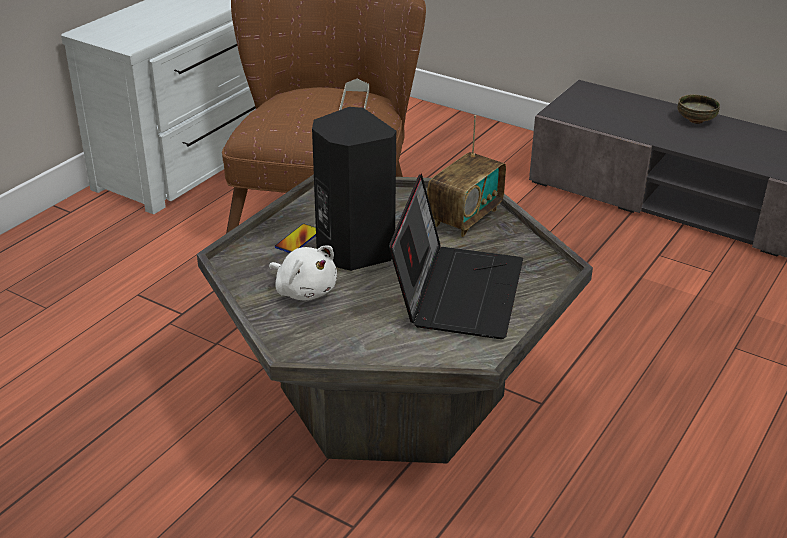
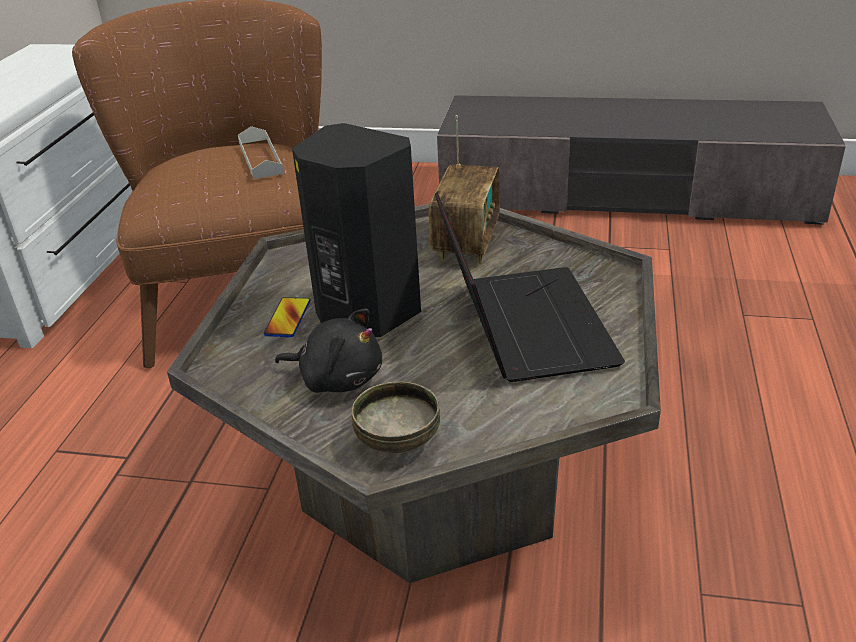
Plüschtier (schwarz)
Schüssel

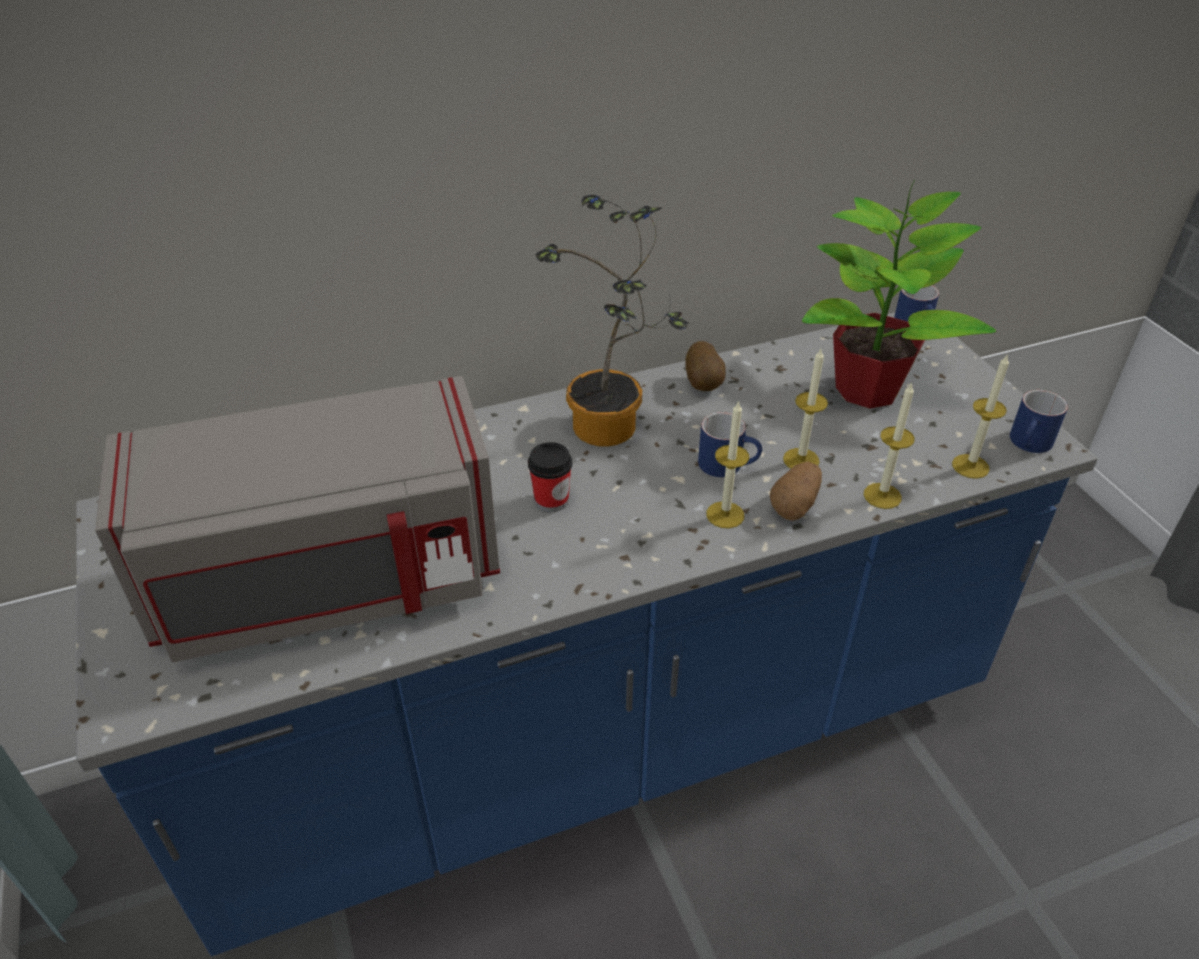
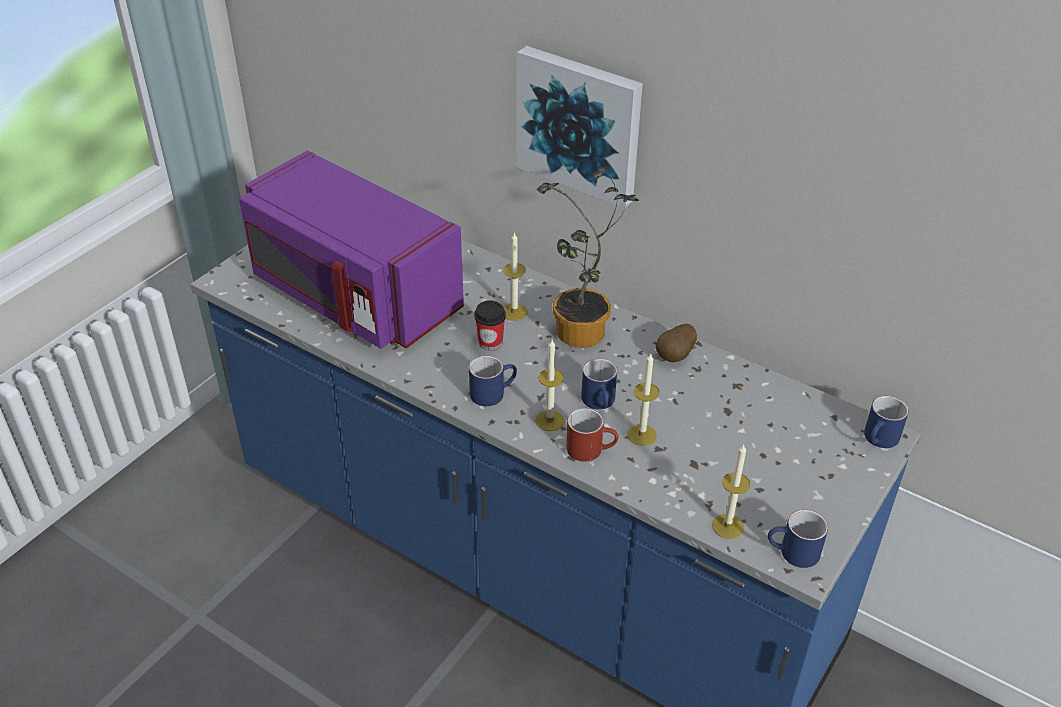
Mikrowelle (lila)
Henkelbecher (rot)
Topfpflanze (no. 2 from left in the first image)
Kerze (no. 1 from left)
Henkelbecher (blau) (no. 1 from left)
Bild

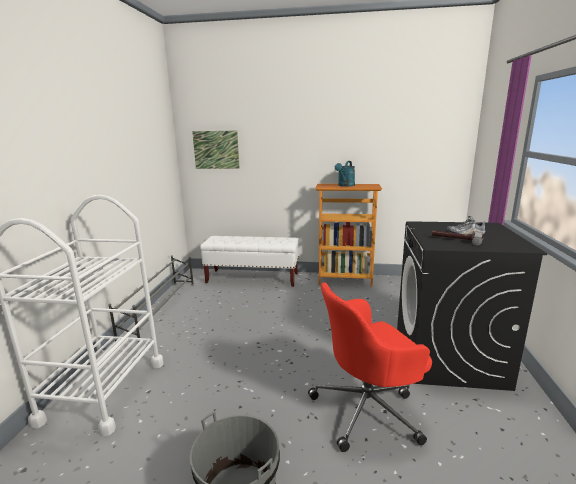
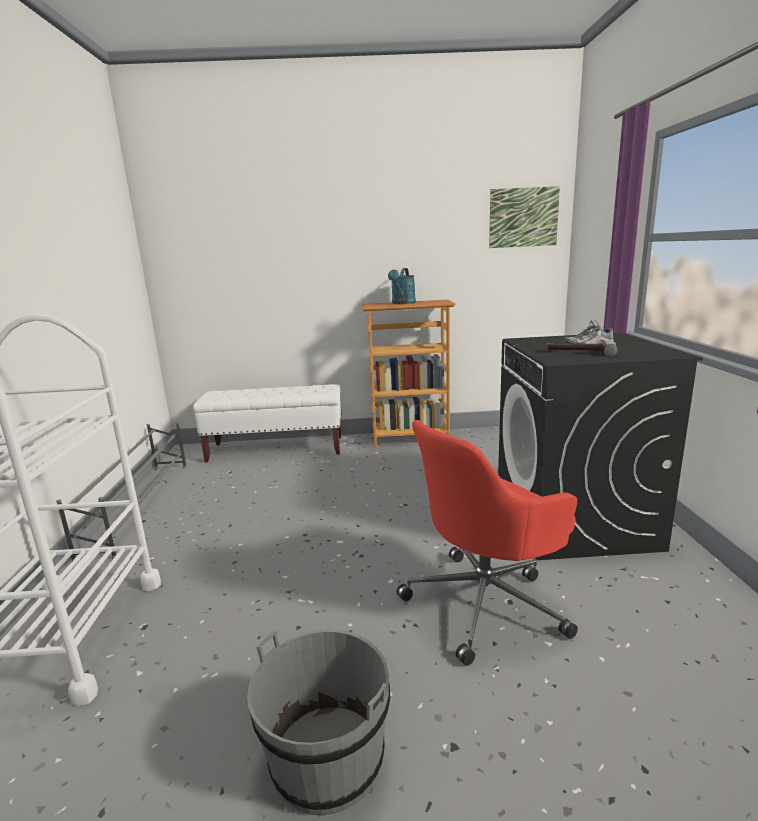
Bild

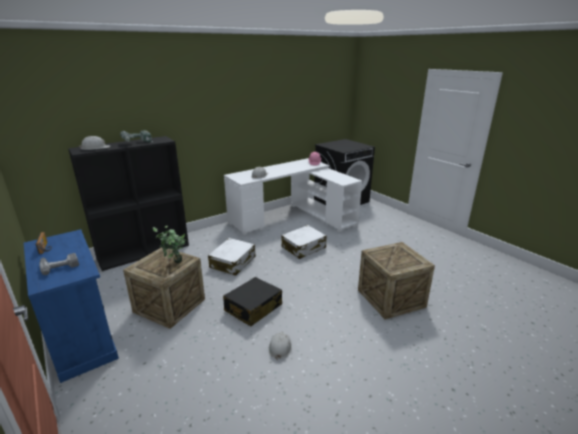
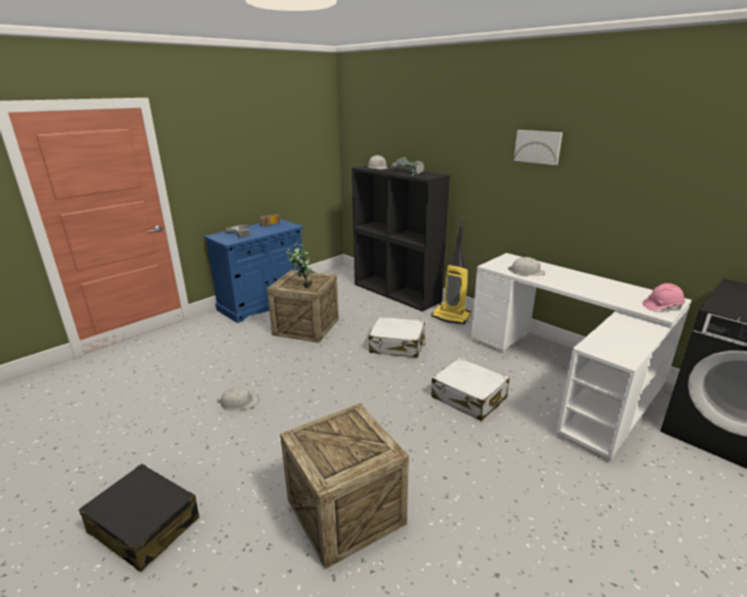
Koffer (schwarz)
Staubsauger
Bild

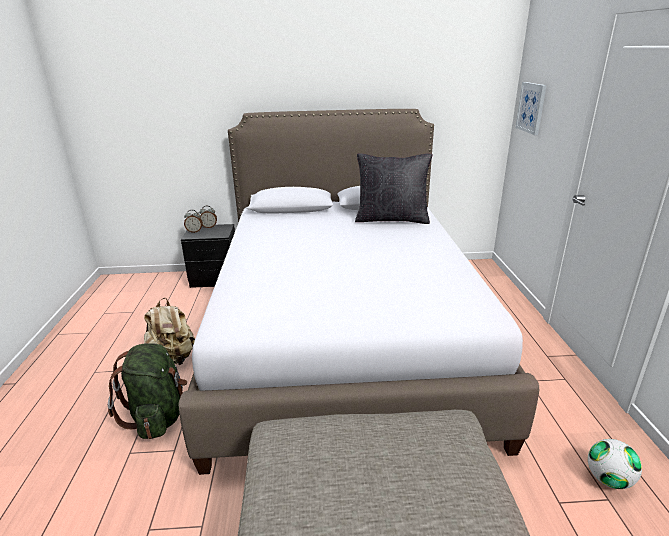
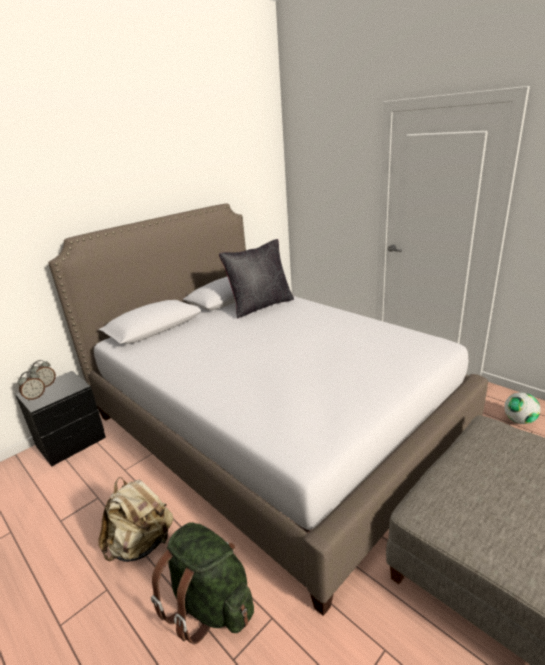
Bild

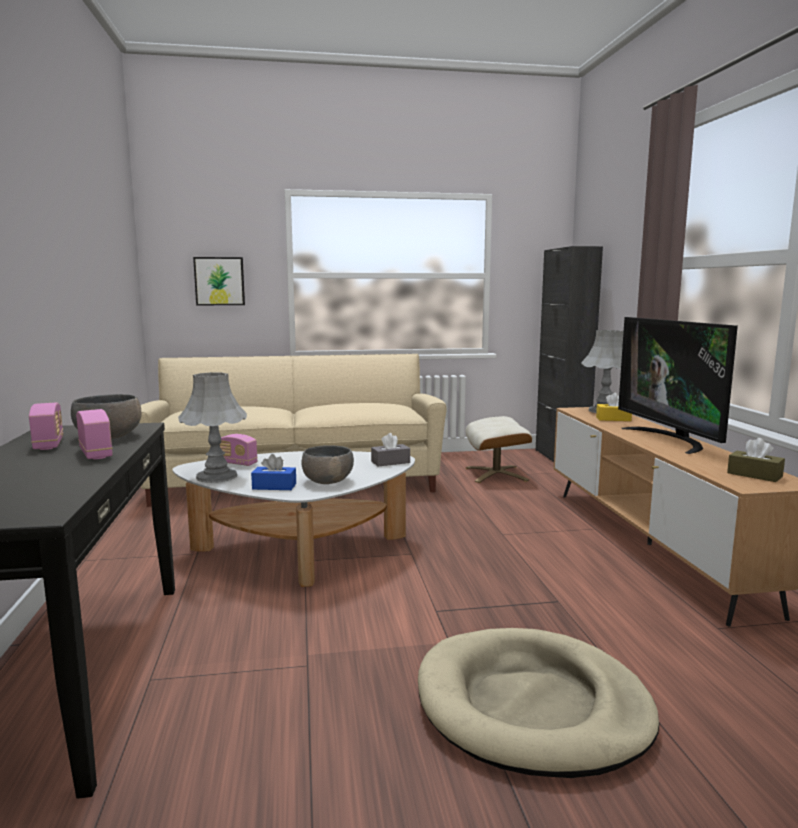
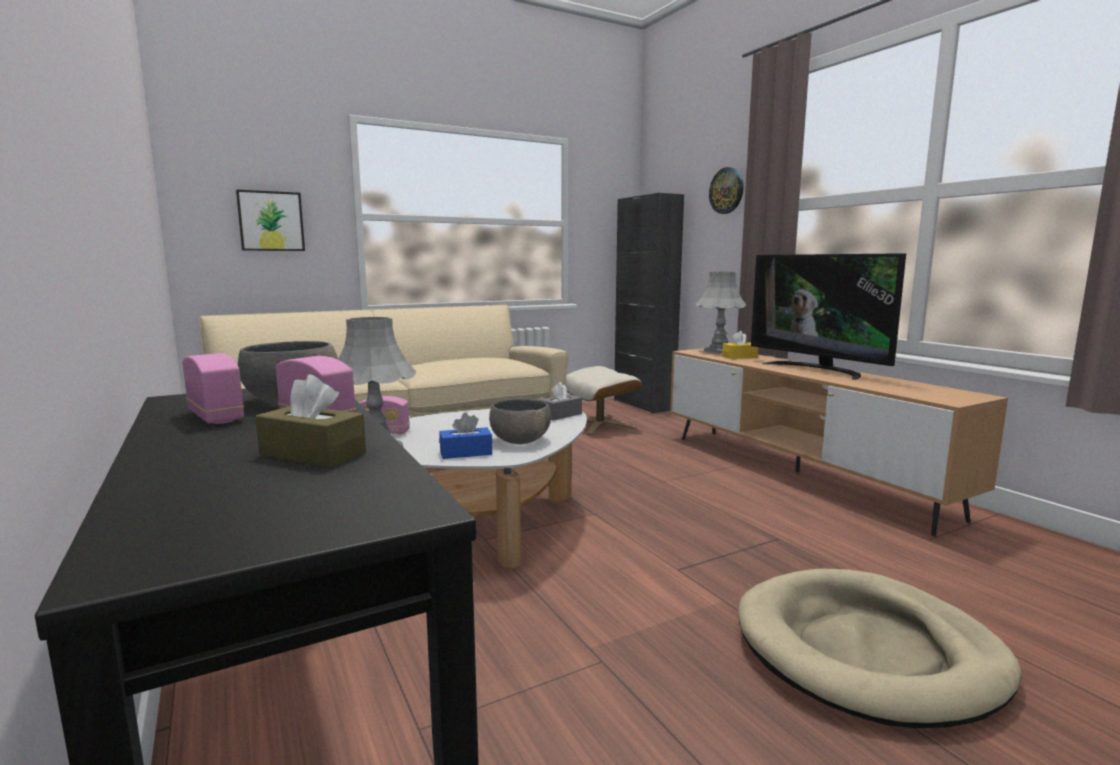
Taschentuchbox (braun)
Wanduhr

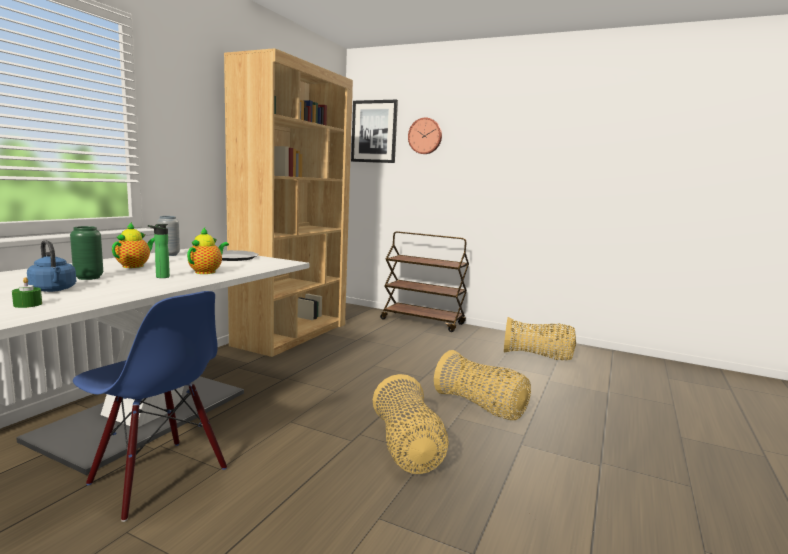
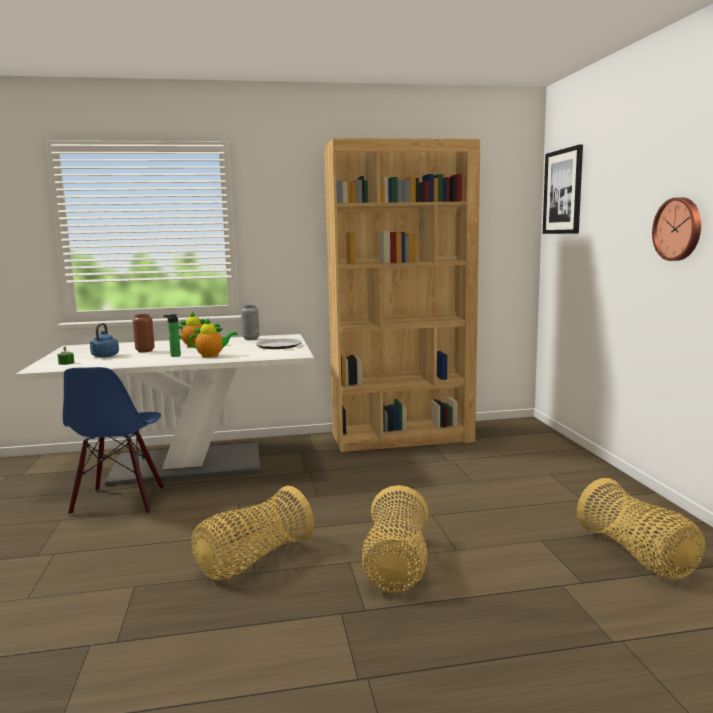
Vase (braun)
Rollwagen (braun)
Wanduhr

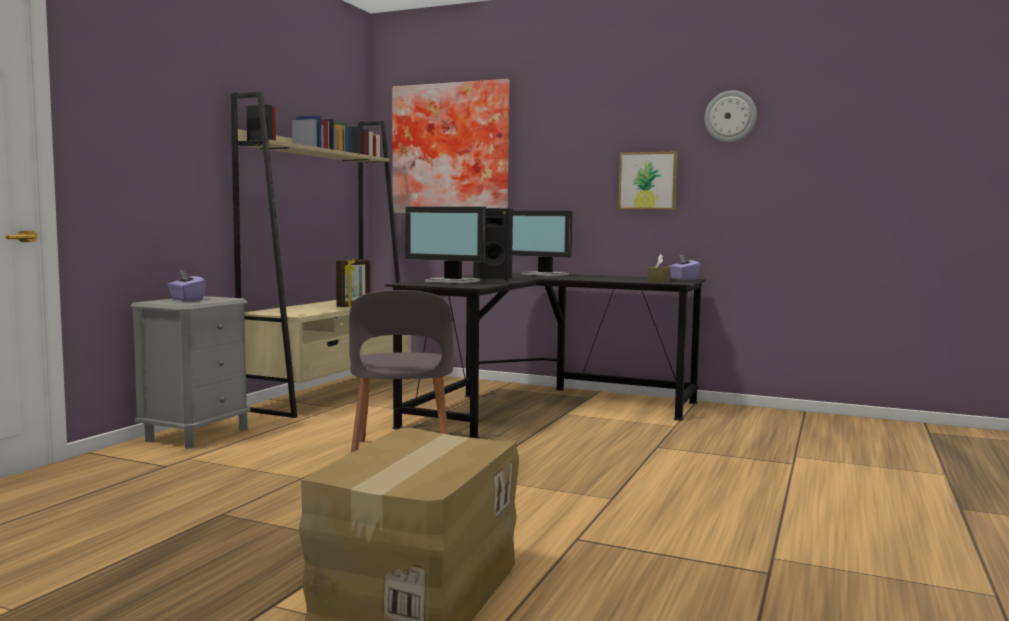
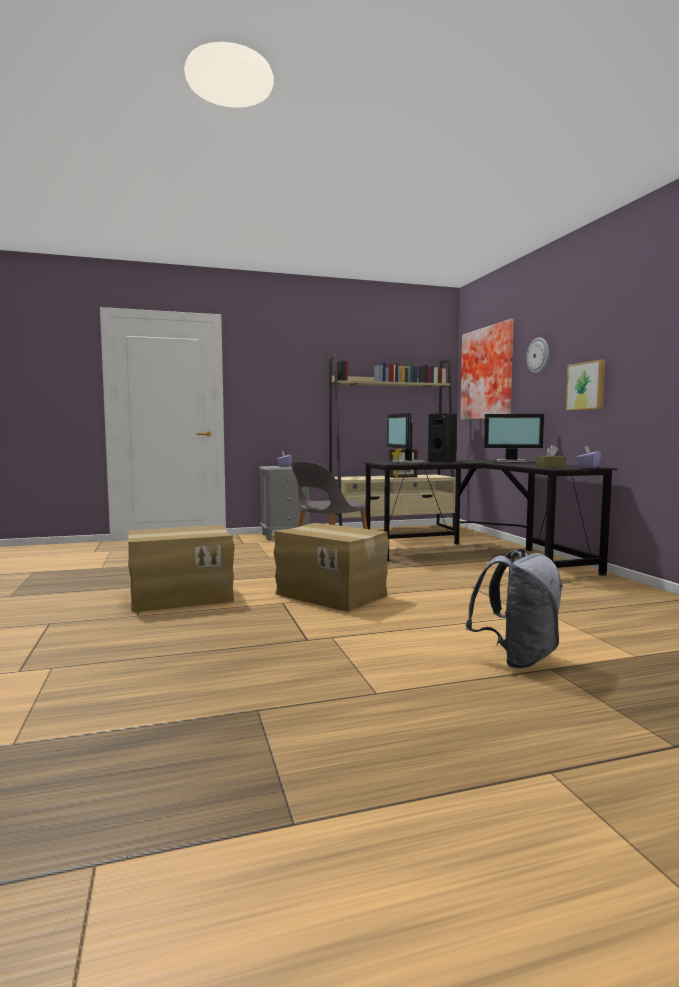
Monitor (no. 2 from left)
Wanduhr
Karton (no. 2 from left)
Rucksack (grau)

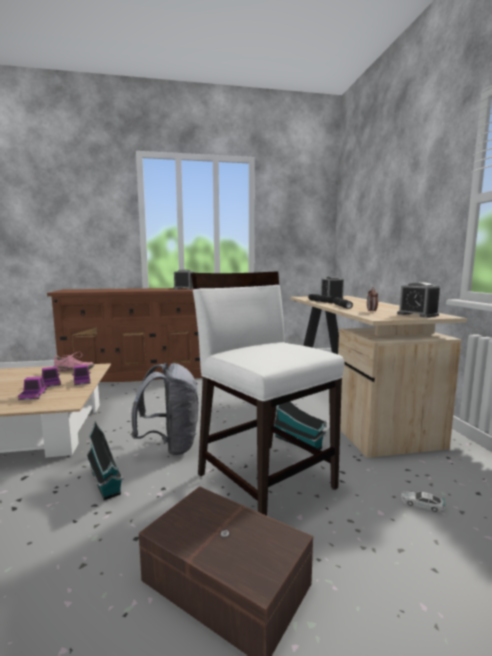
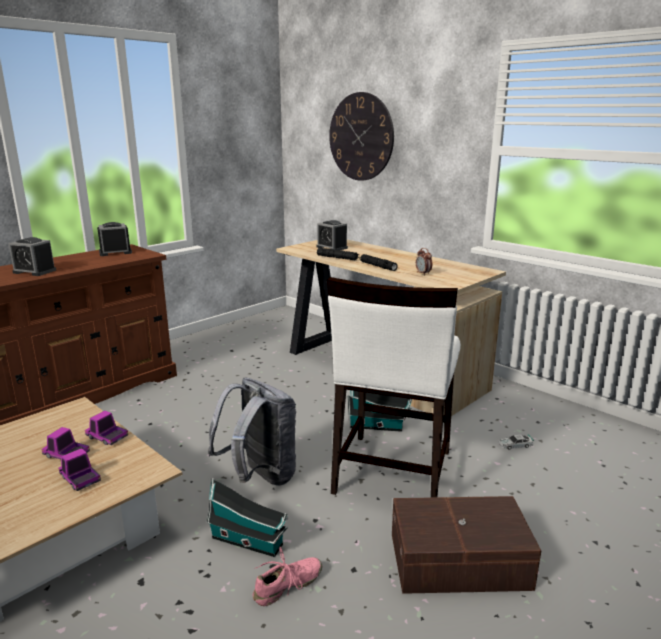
Schuh (rosa)
Stuhl (weiß)
Wecker (no. 1 from left)
Wanduhr

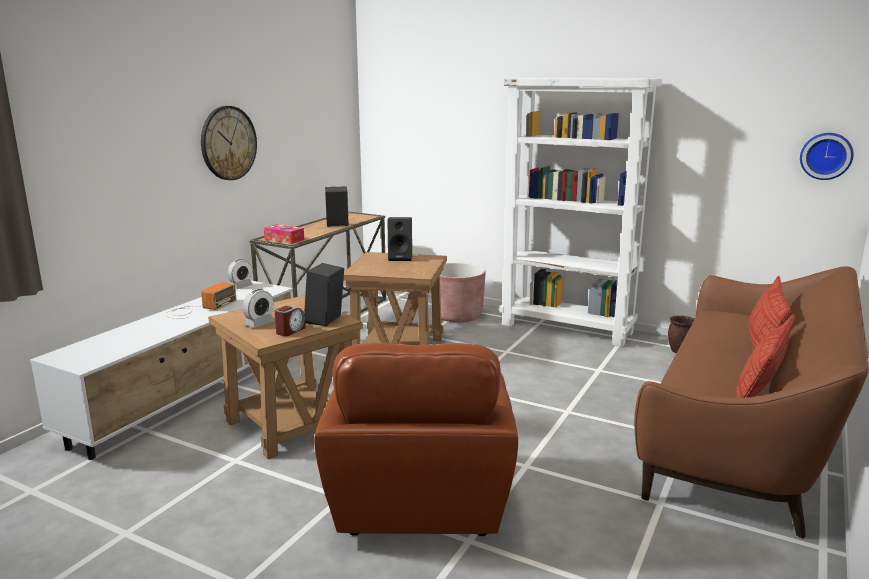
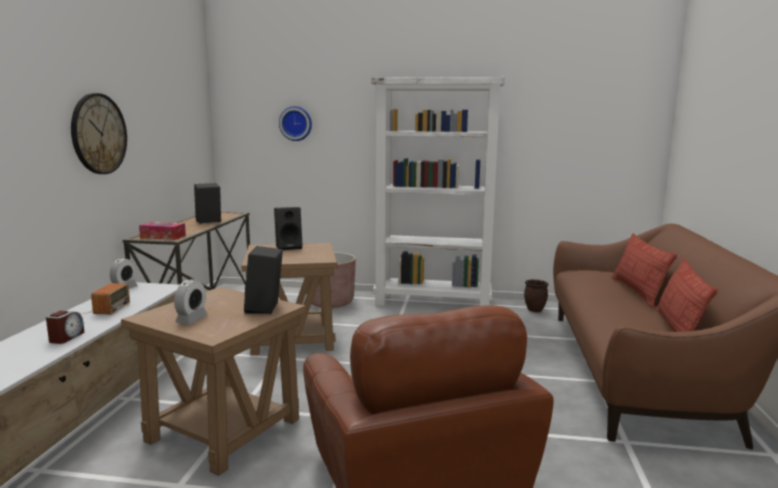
Wecker (no. 1 from left)
Wanduhr (no. 2 from left)

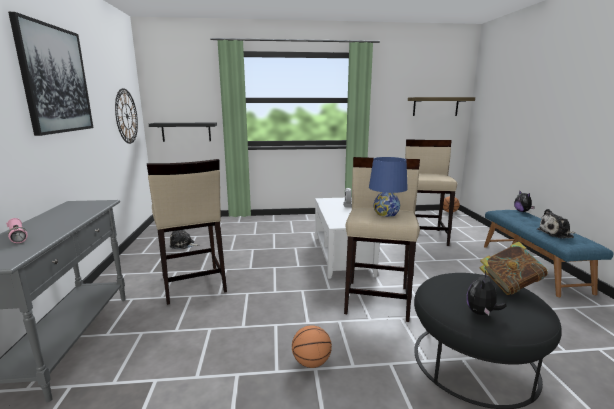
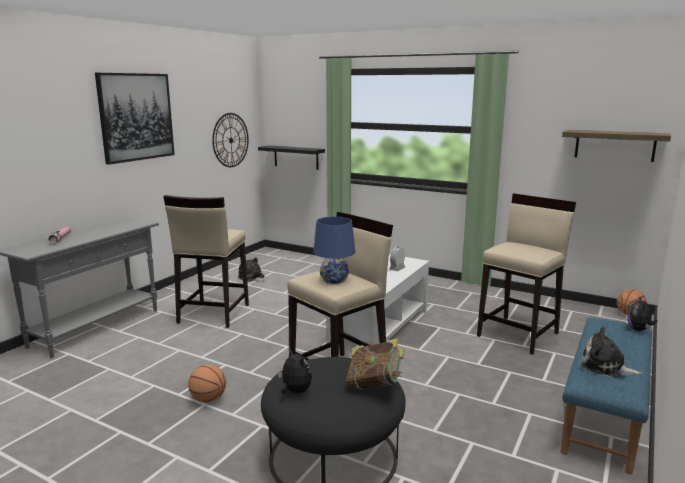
Plüschtier (no. 2 from left)

